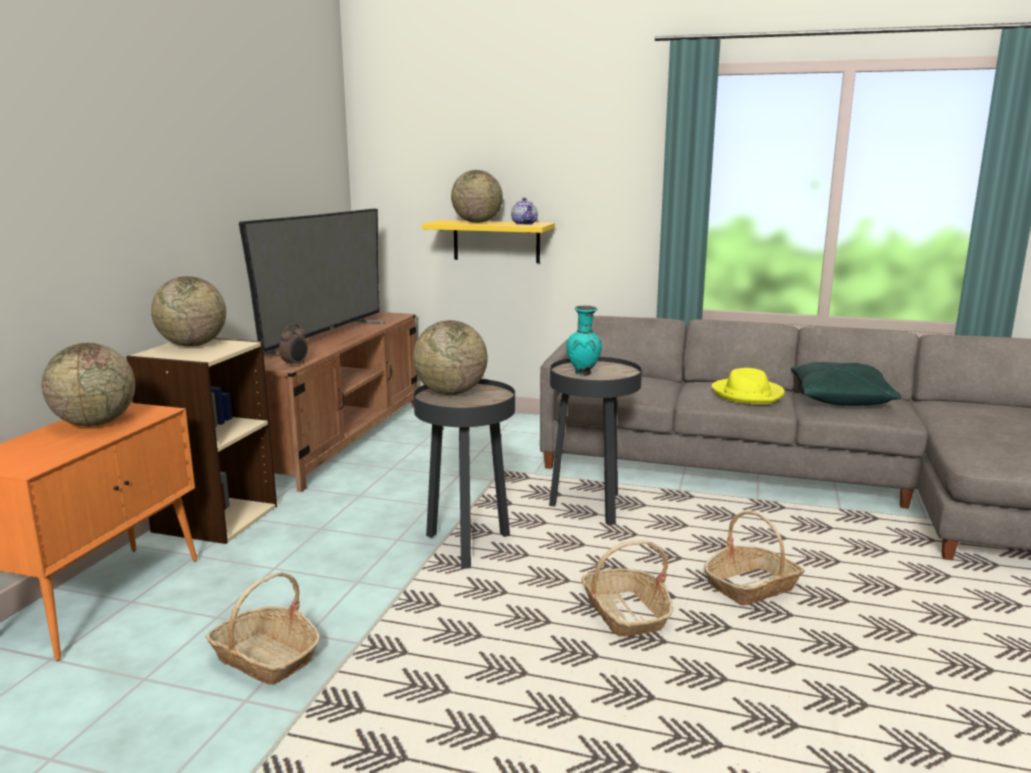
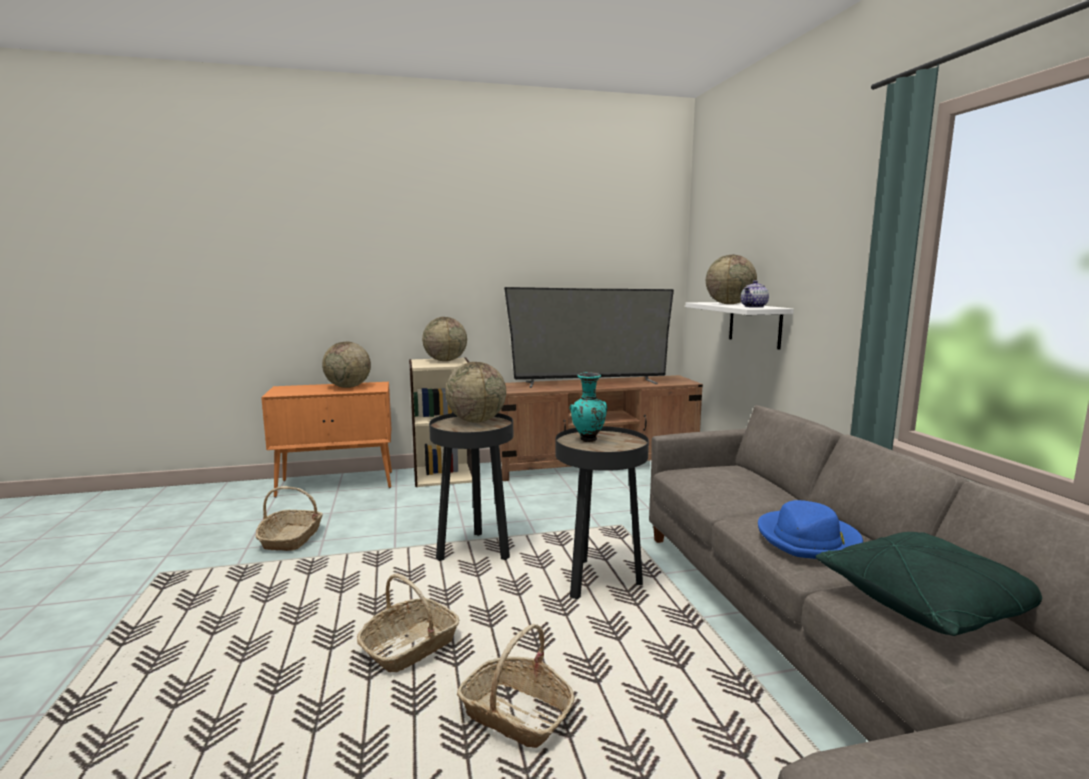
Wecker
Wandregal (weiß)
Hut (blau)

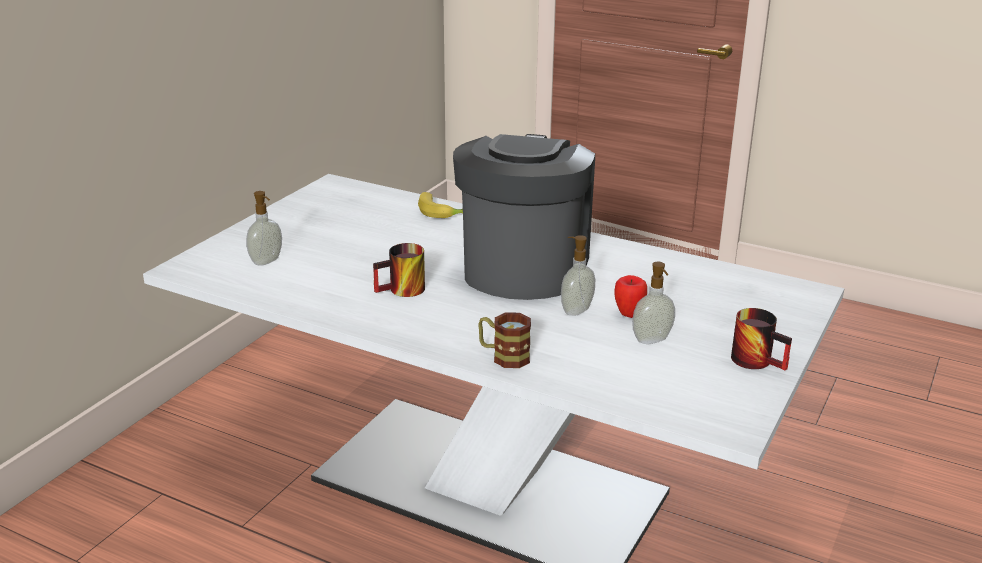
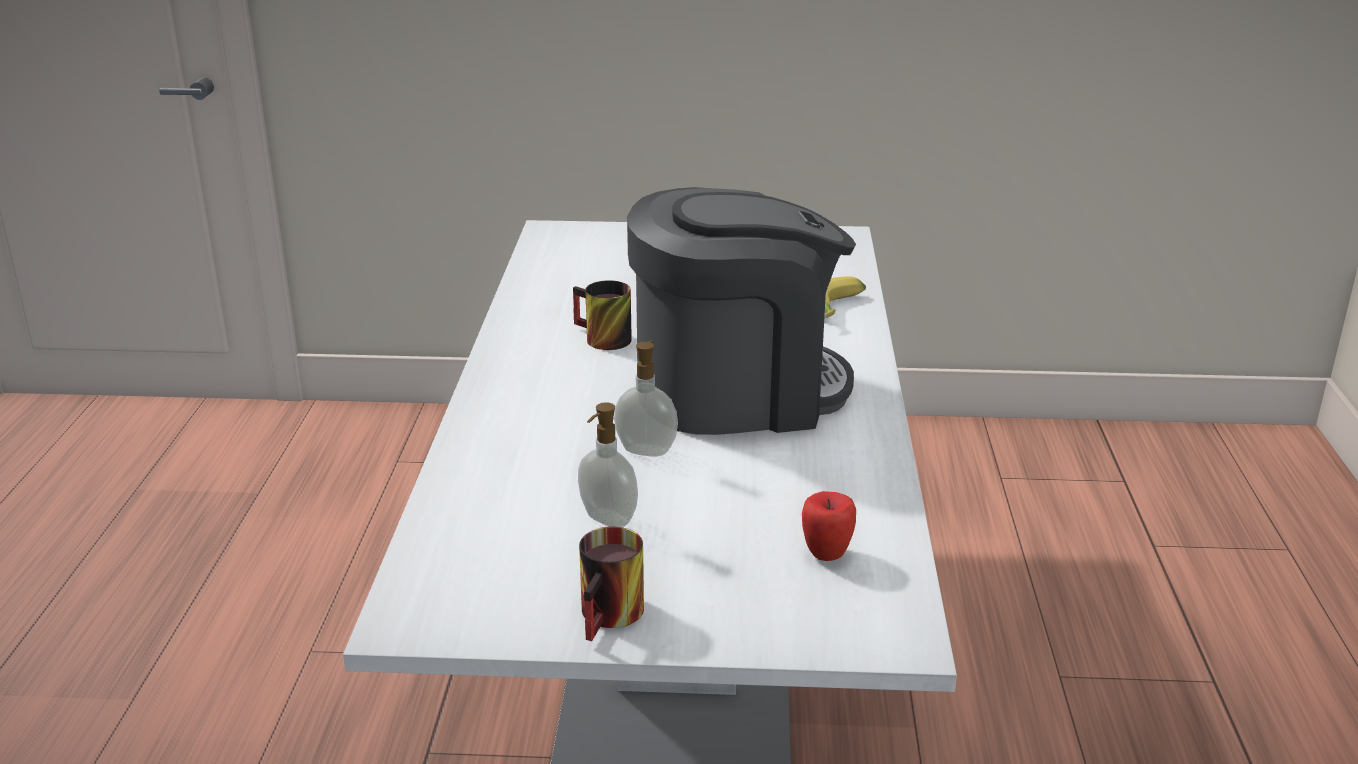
Seifenspender (no. 1 from left in the first image)
Henkelbecher (no. 2 from left in the first image)
Apfel

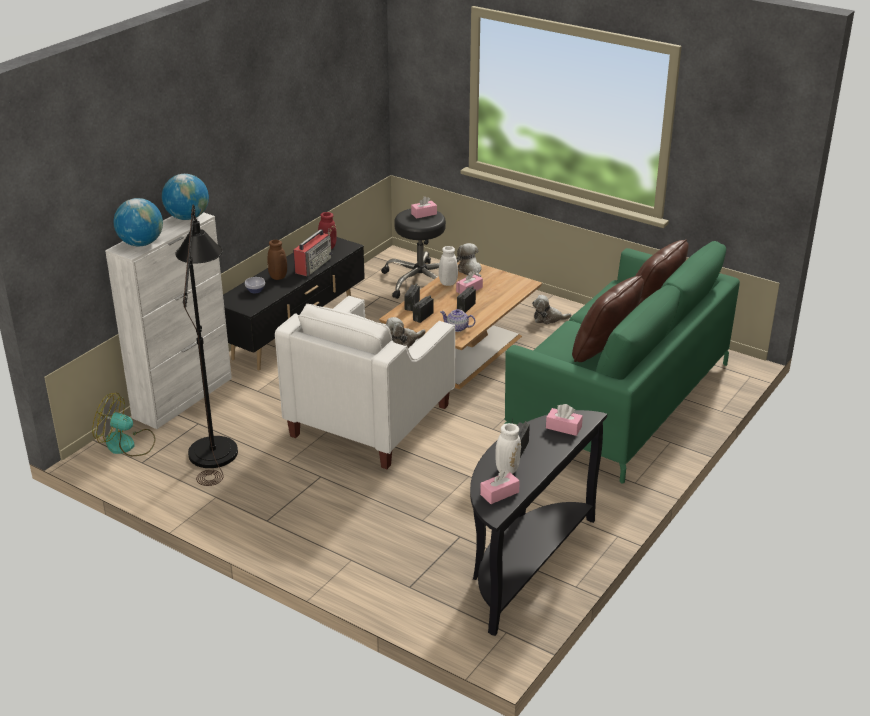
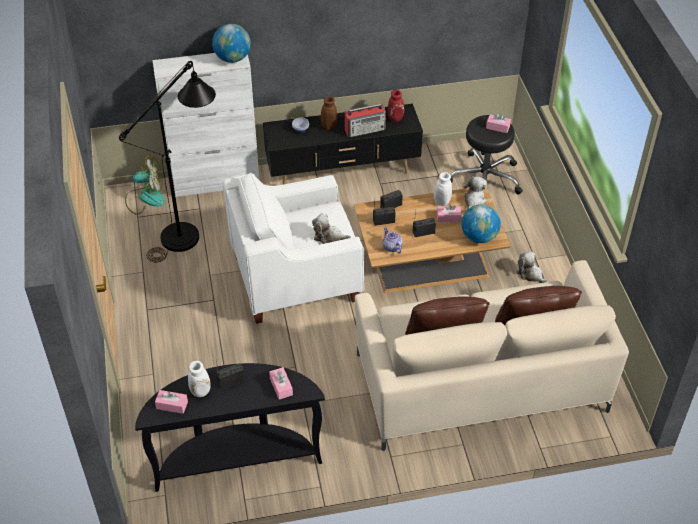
Ventilator
Globus (no. 2 from left)
Sofa (beige)

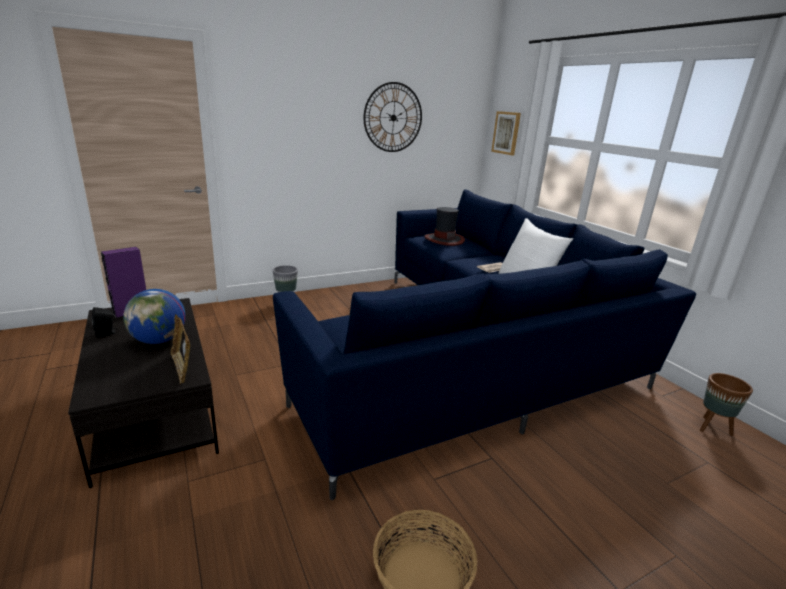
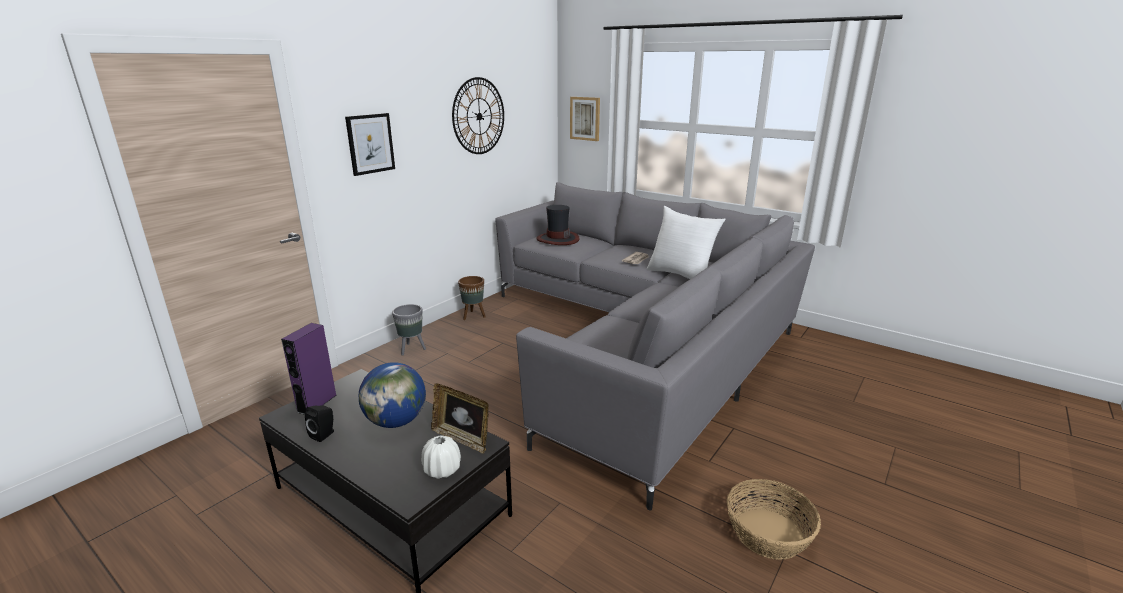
Sofa (grau)
Pflanzkübel (braun)
Bild (no. 1 from left)
Vase (weiß)

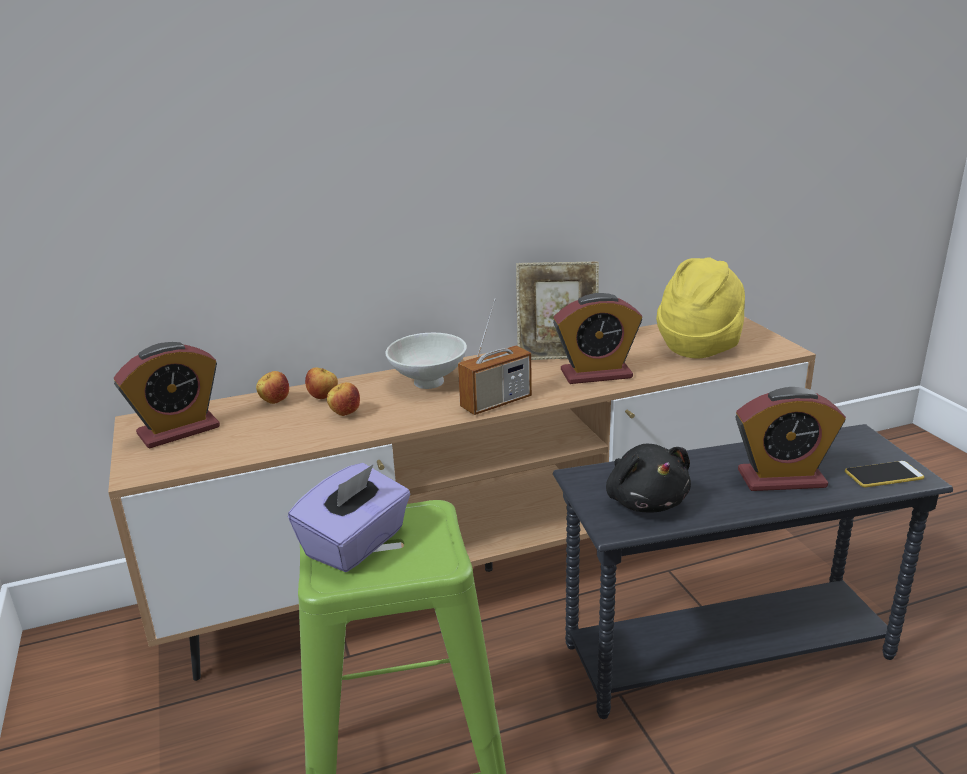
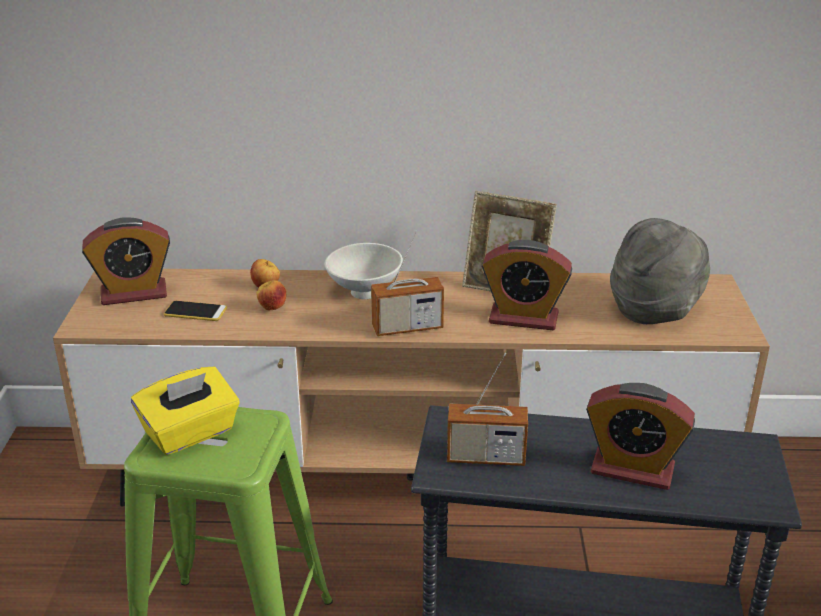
Apfel (no. 1 from left in the first image)
Taschentuchbox (gelb)
Radio (no. 2 from left)
Hut (grau)
Handy

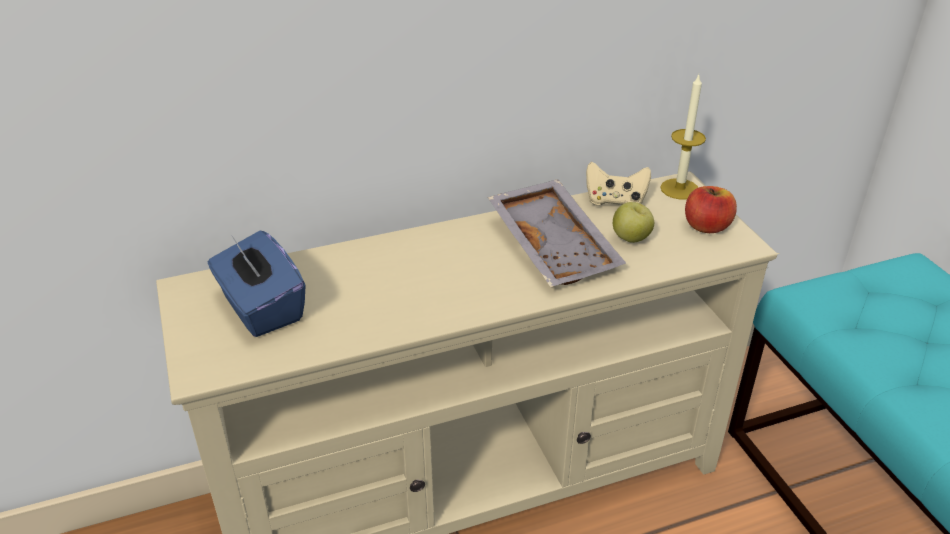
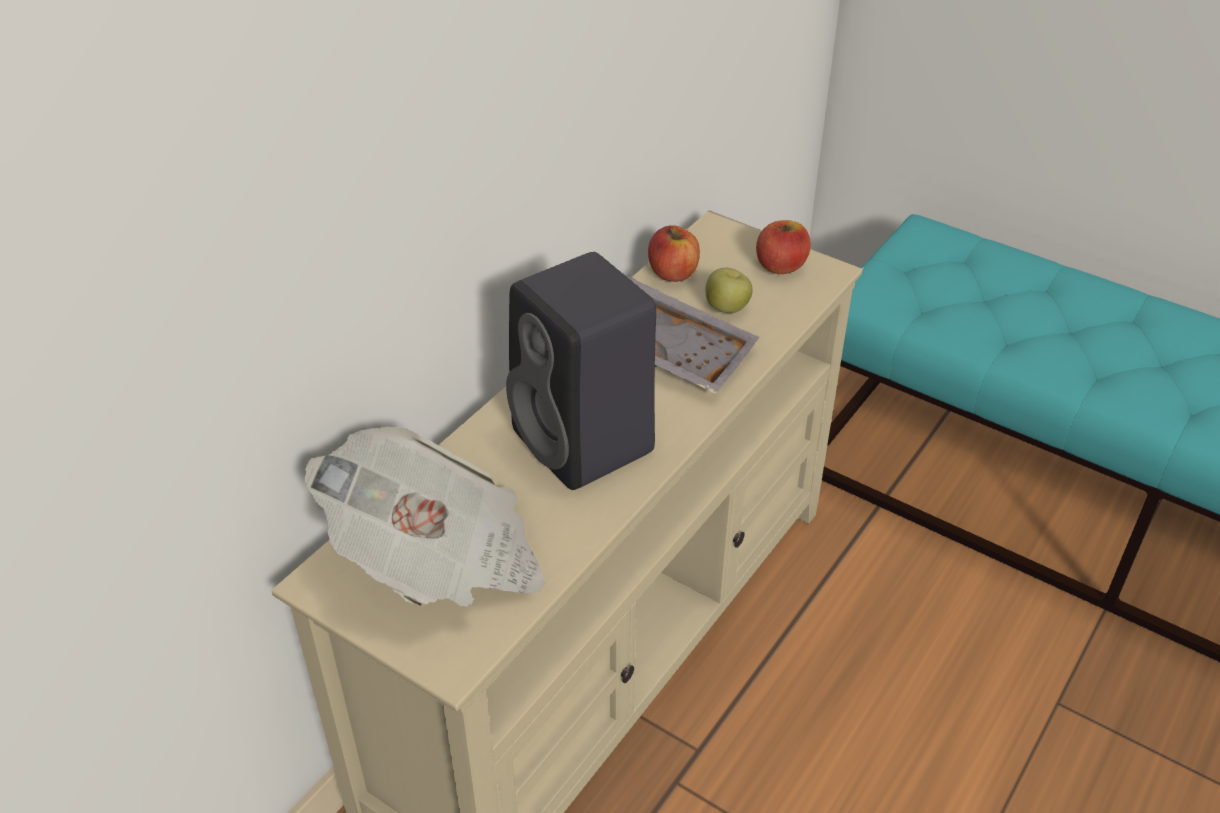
Zeitung
Apfel (no. 1 from left)
Kerze
Lautsprecher (schwarz)

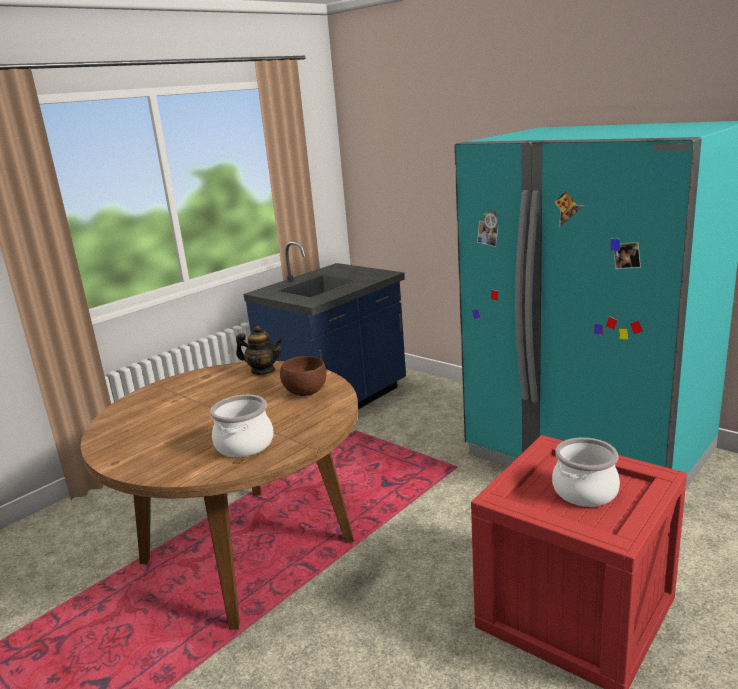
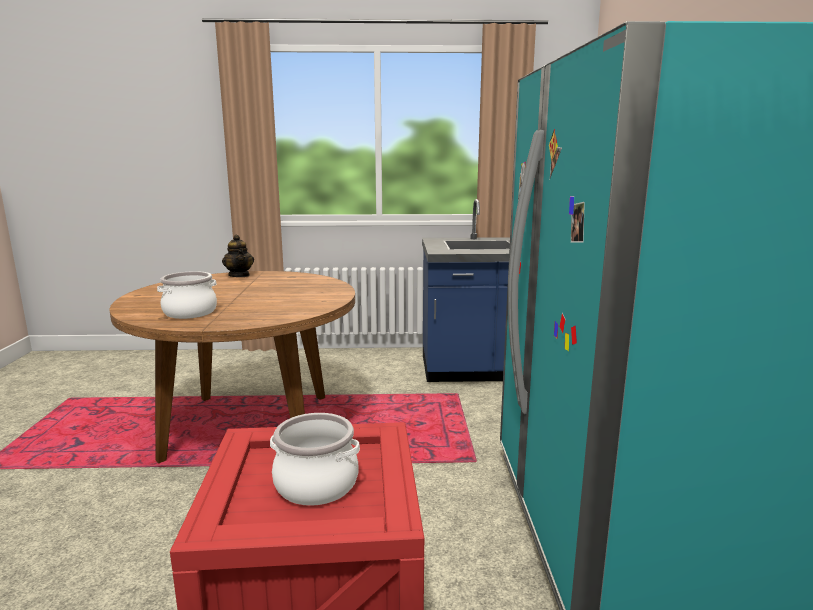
Teekanne
Schüssel (braun)

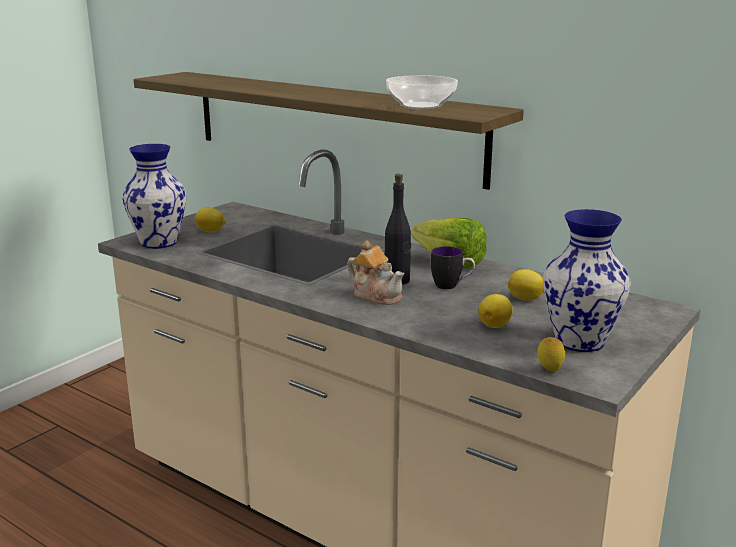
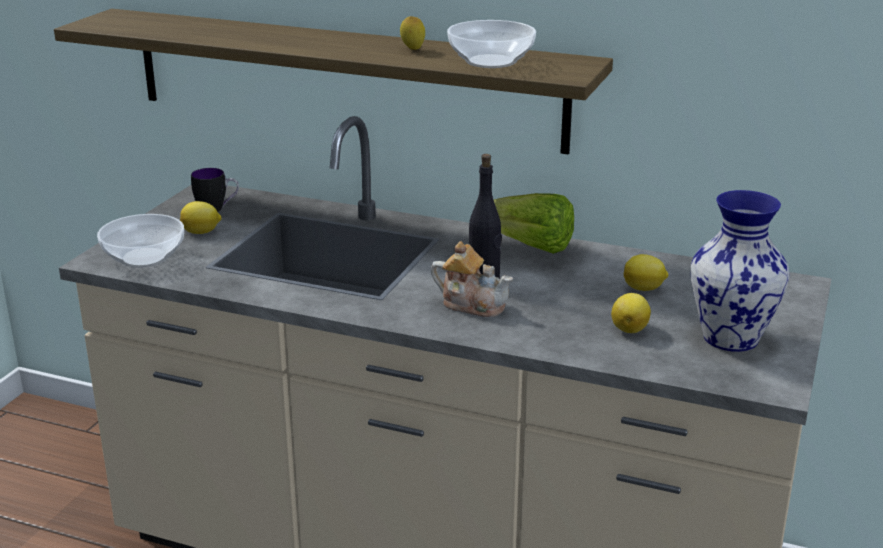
Schüssel (no. 1 from left)
Henkelbecher
Zitrone (no. 2 from left)

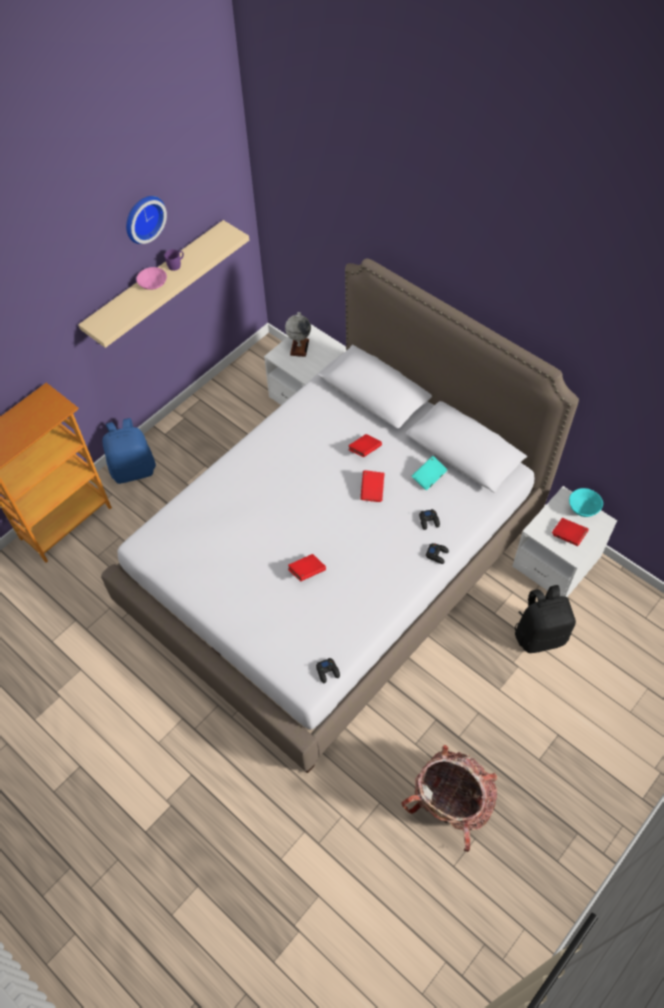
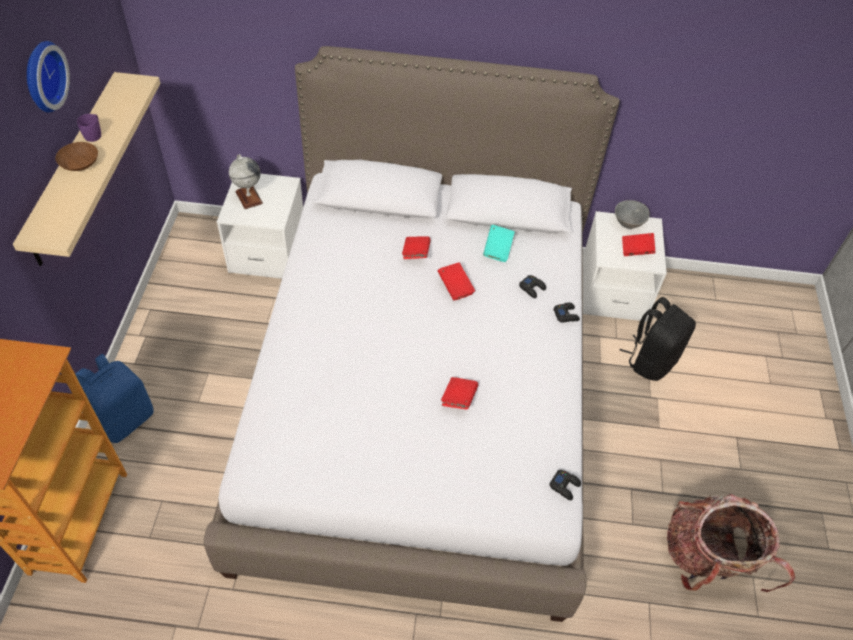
Schüssel (braun)
Schüssel (grau)

